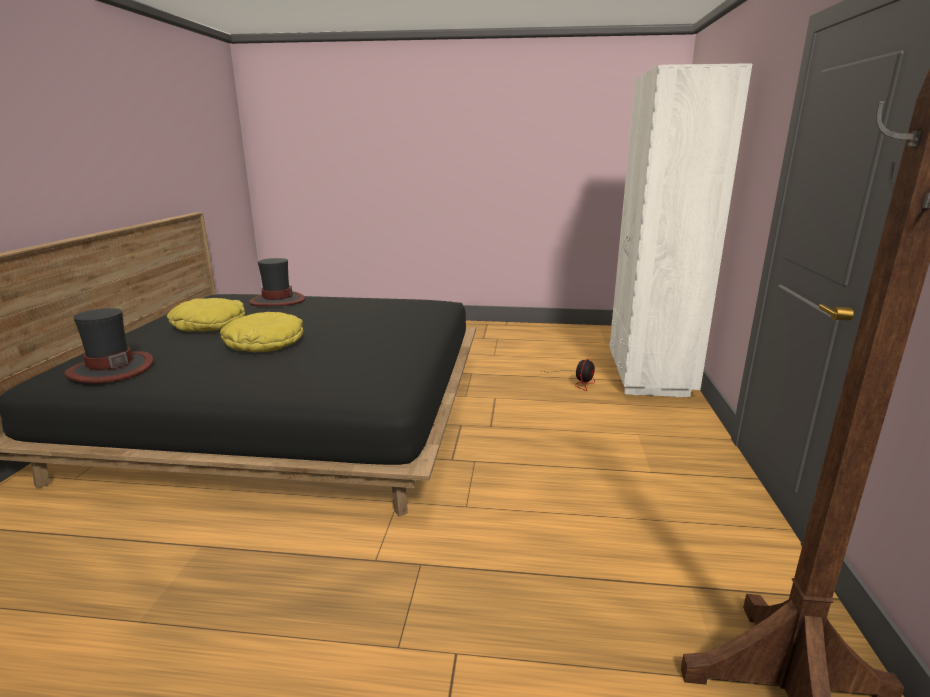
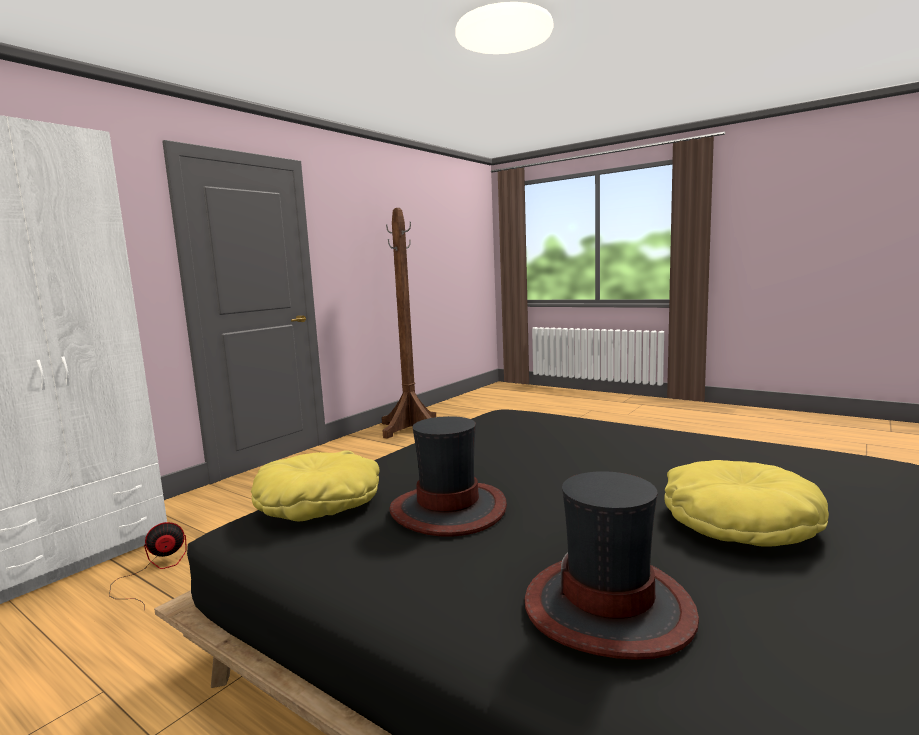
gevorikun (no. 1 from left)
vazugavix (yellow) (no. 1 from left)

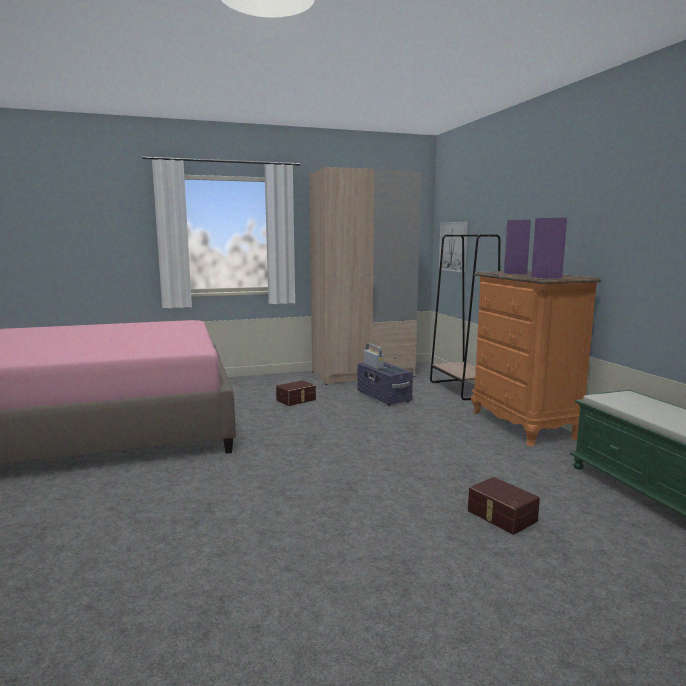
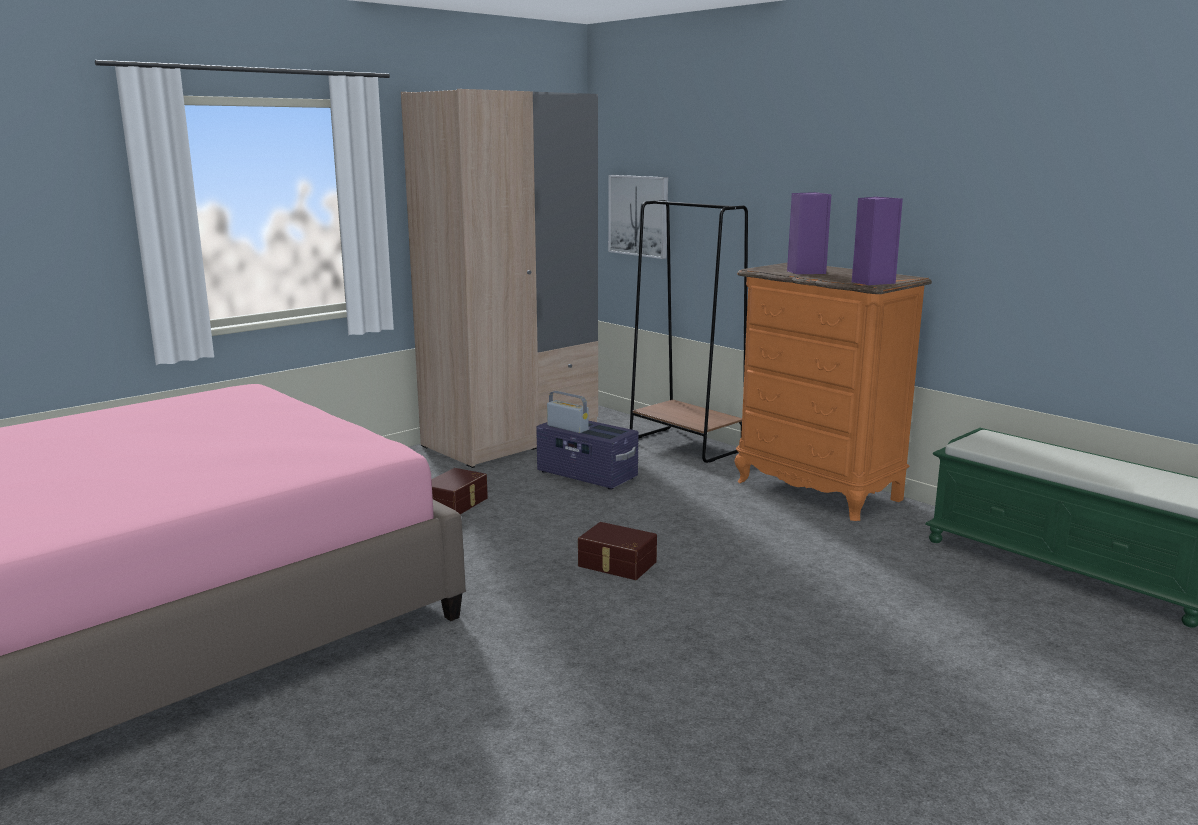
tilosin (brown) (no. 2 from left)

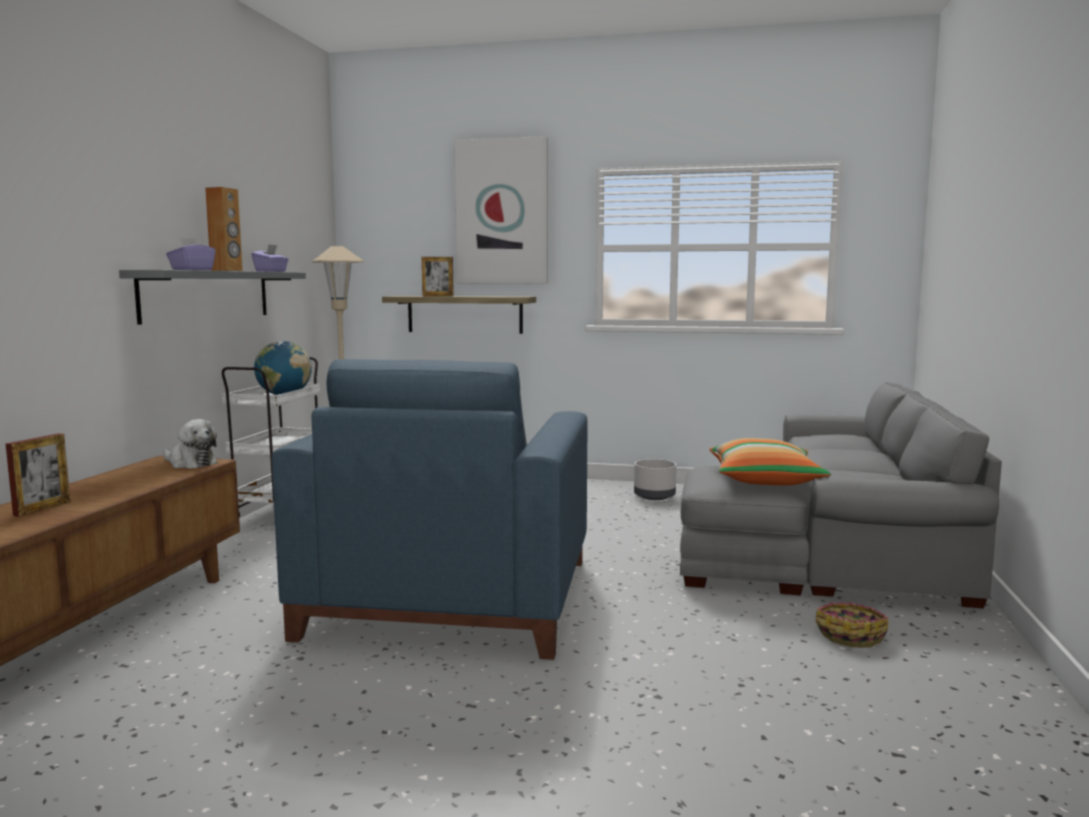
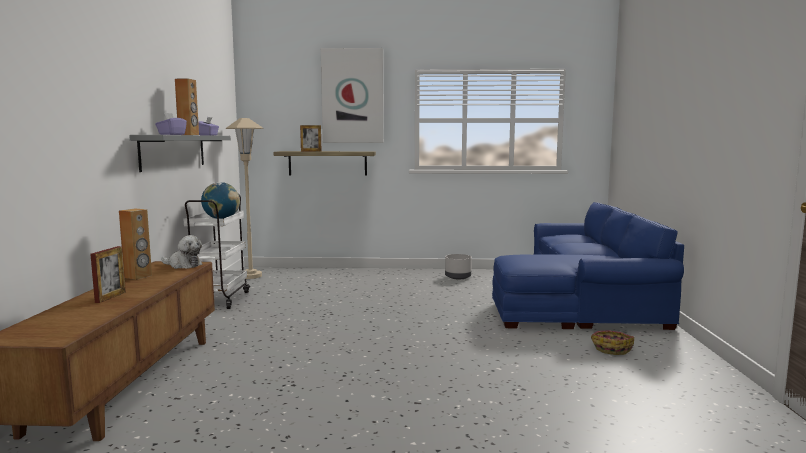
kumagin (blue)
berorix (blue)
vazugavix
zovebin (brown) (no. 1 from left)

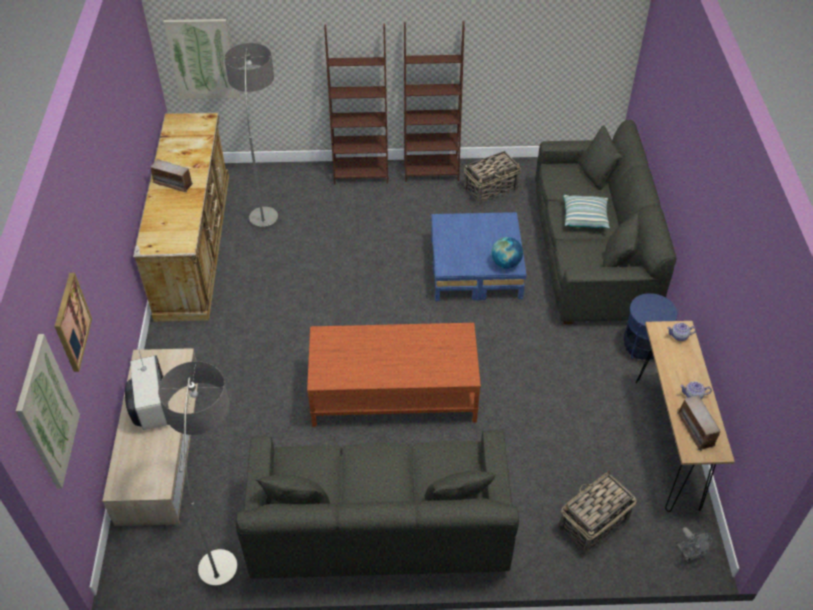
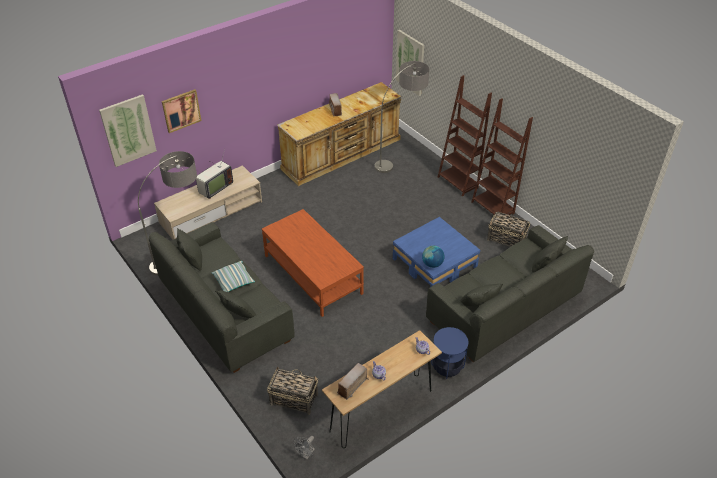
vazugavix

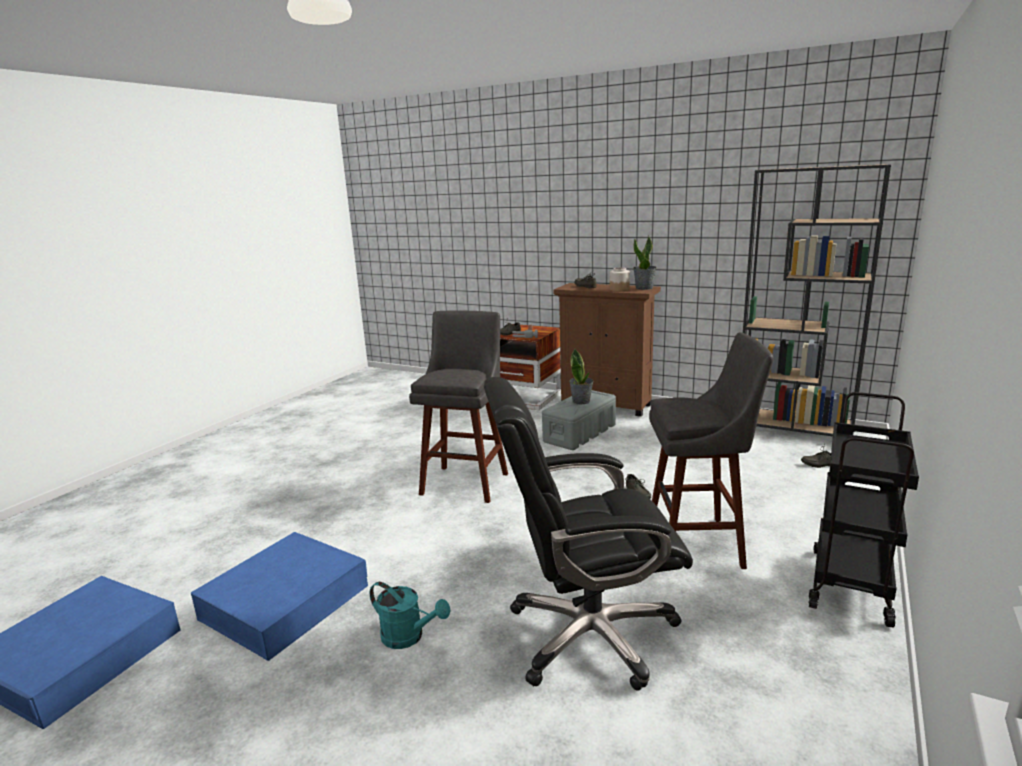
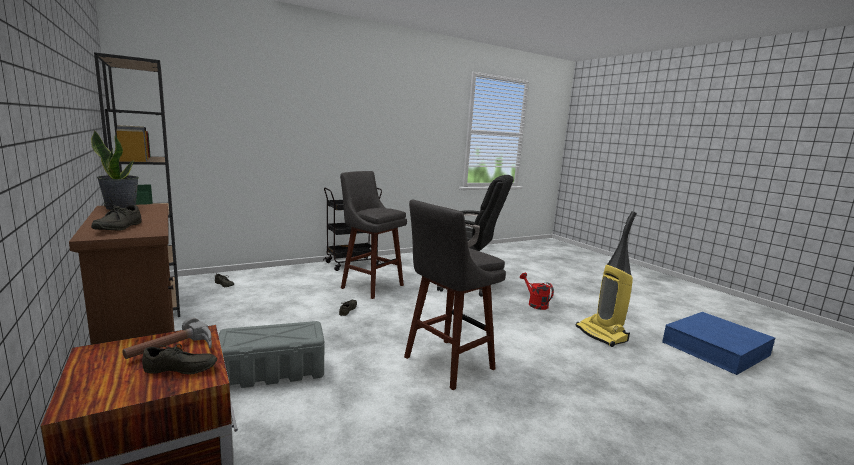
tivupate
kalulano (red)
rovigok (no. 1 from left in the first image)
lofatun

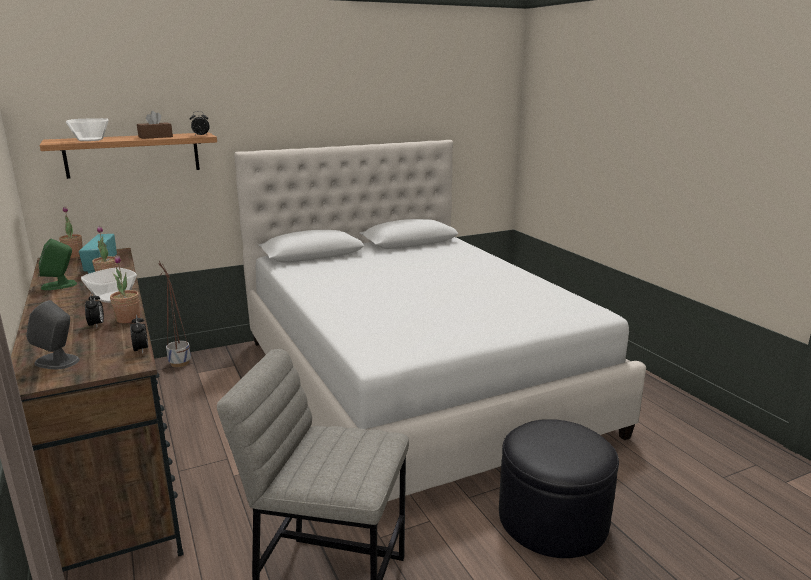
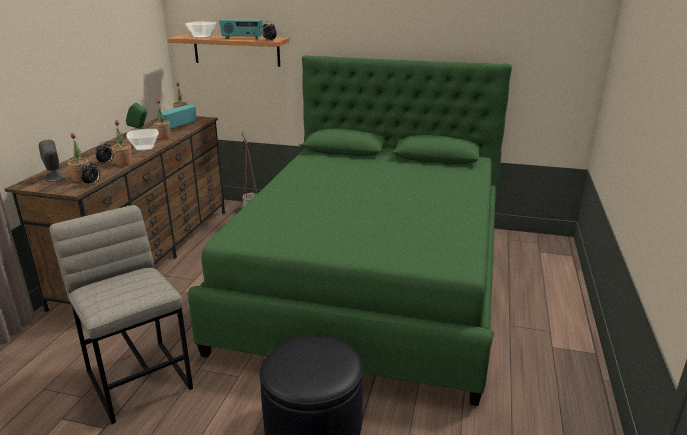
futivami (no. 2 from left)
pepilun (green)
rovigok (no. 1 from left)

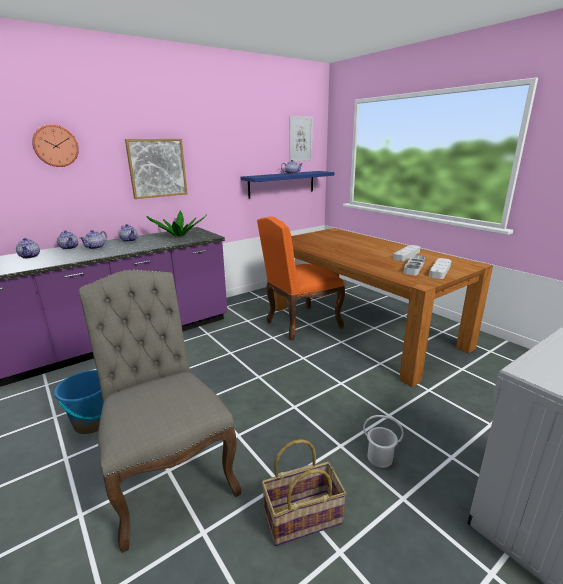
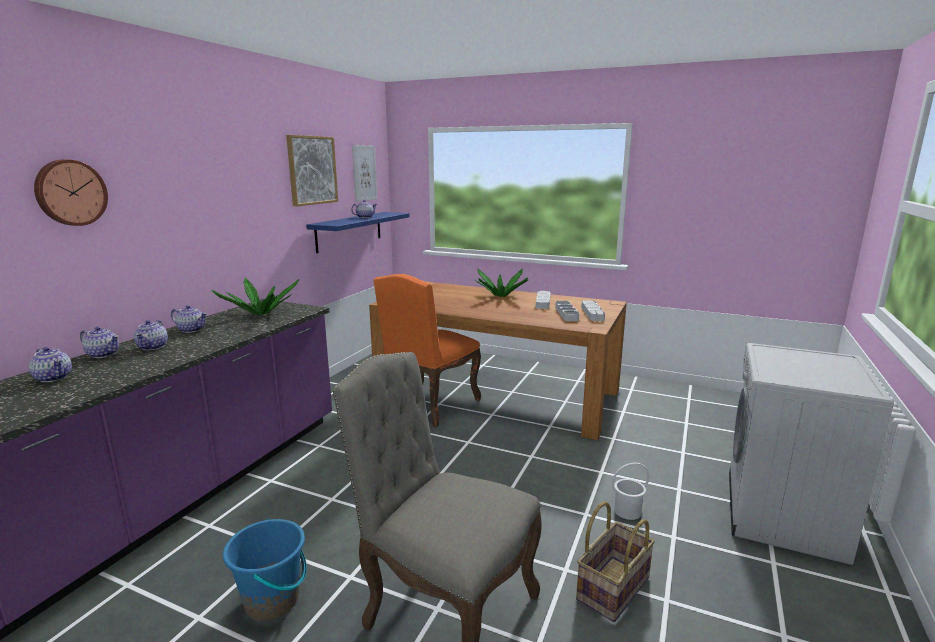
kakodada (no. 1 from left)
rovigok (no. 2 from left)

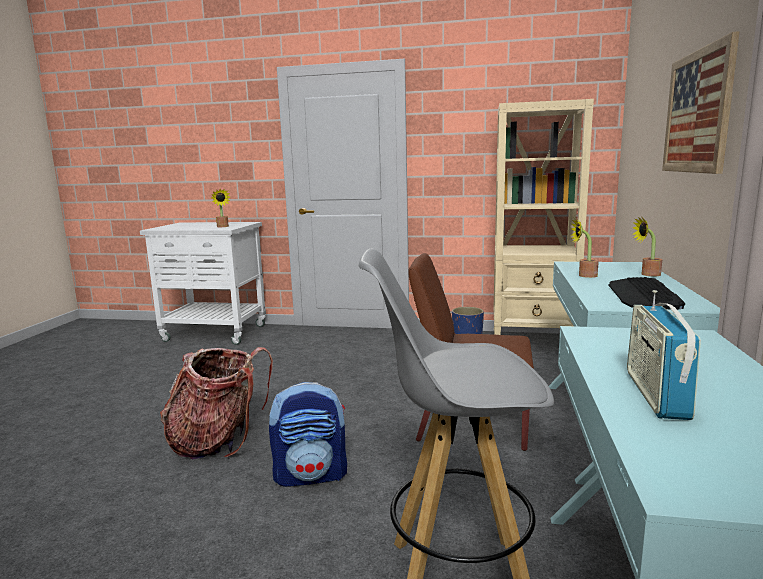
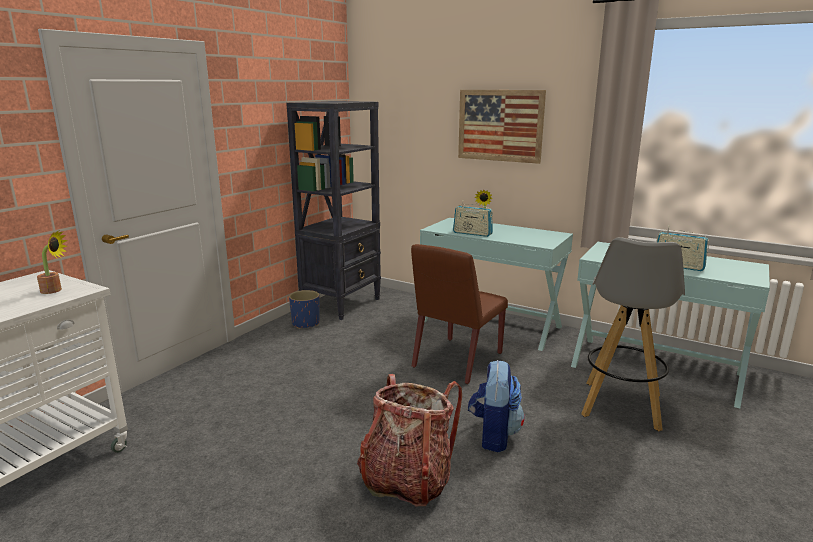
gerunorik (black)
futivami (no. 1 from left)
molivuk

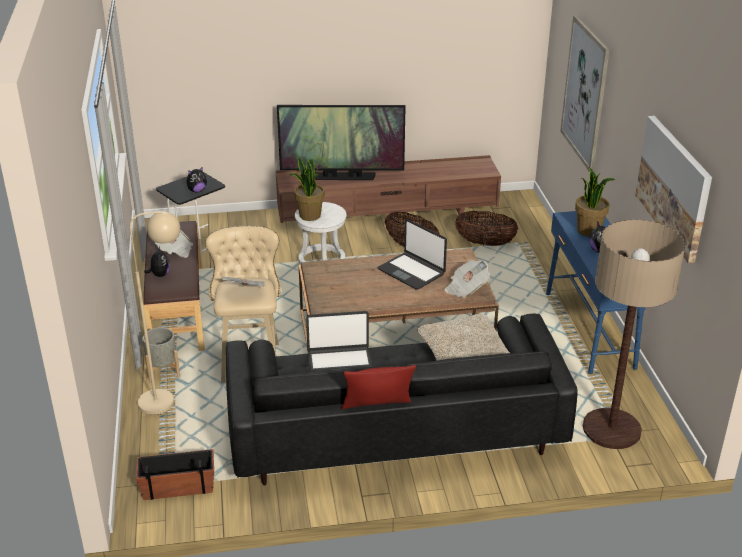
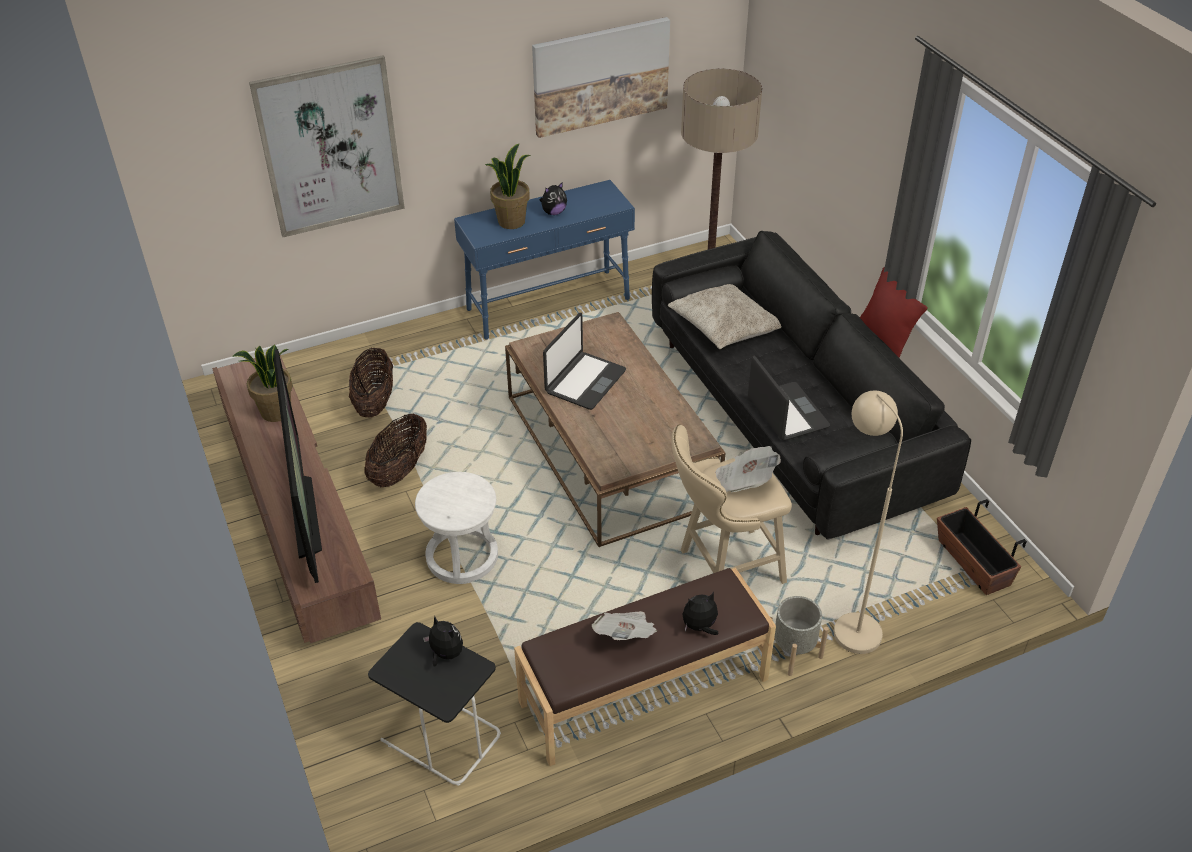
rovigok (no. 1 from left)
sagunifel (no. 3 from left in the first image)

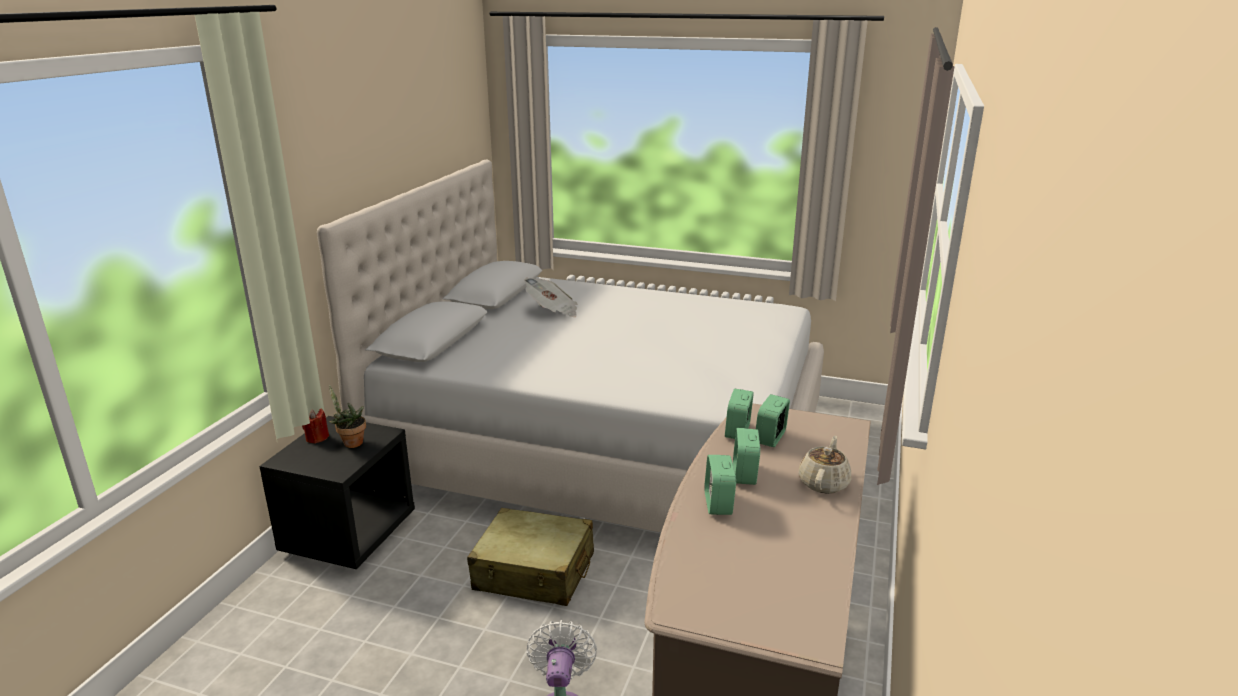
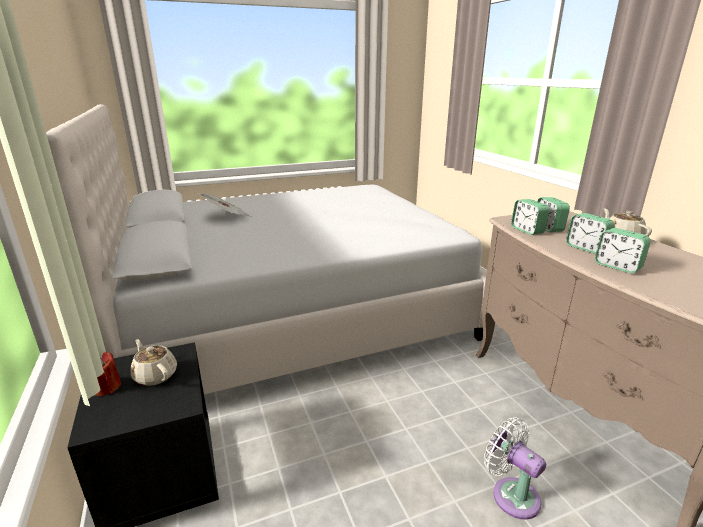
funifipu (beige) (no. 1 from left)
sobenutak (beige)

